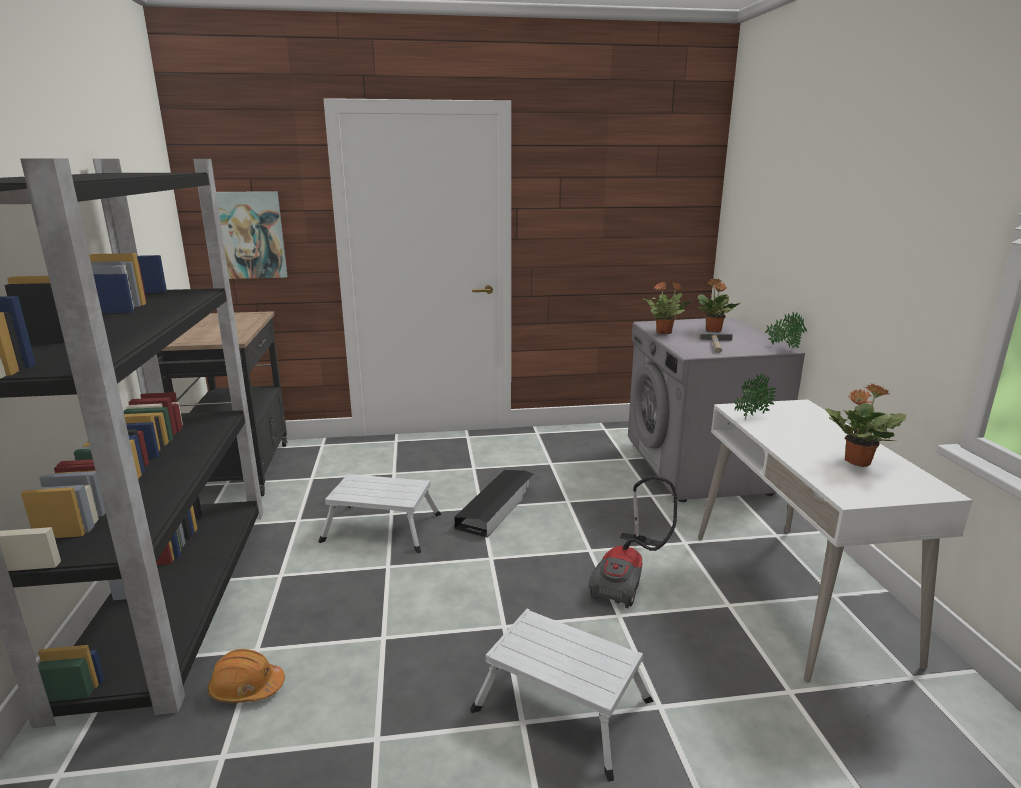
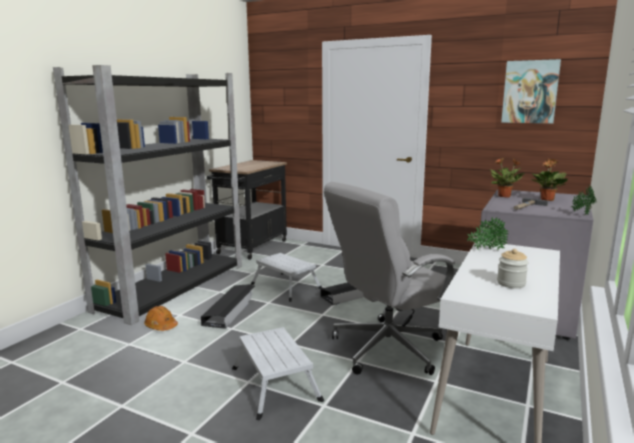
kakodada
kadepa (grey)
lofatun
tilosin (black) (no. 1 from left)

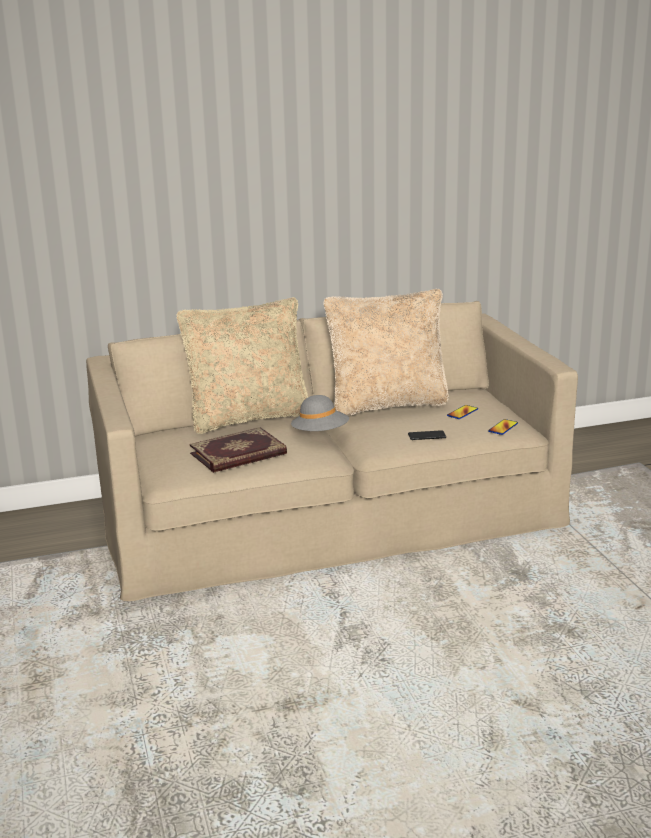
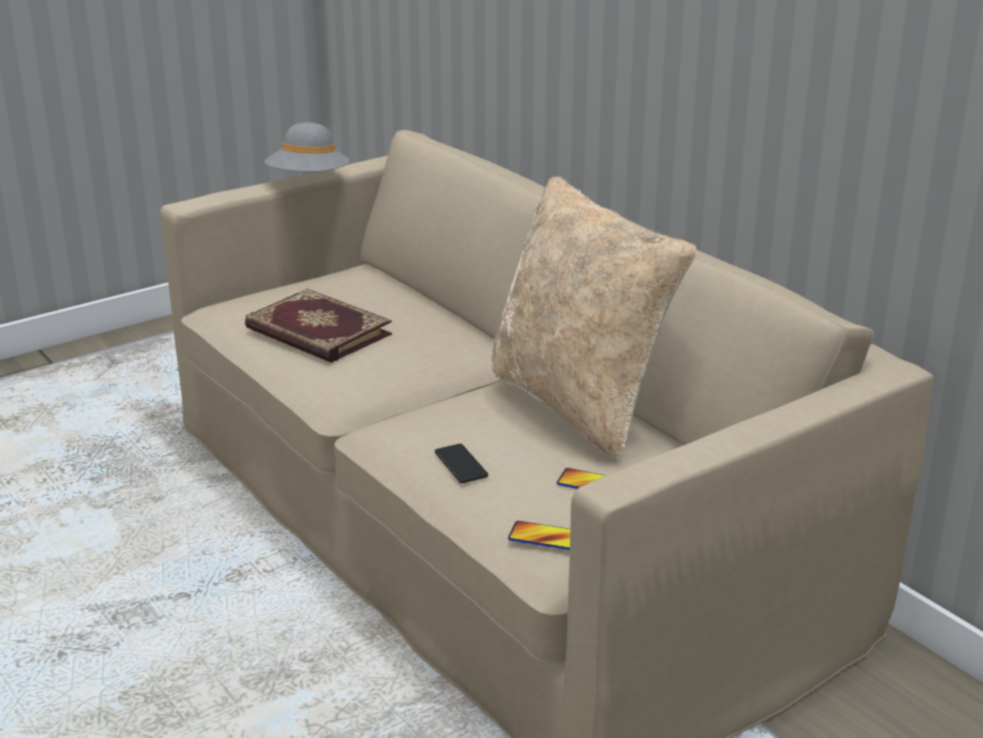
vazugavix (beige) (no. 1 from left in the first image)
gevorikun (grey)

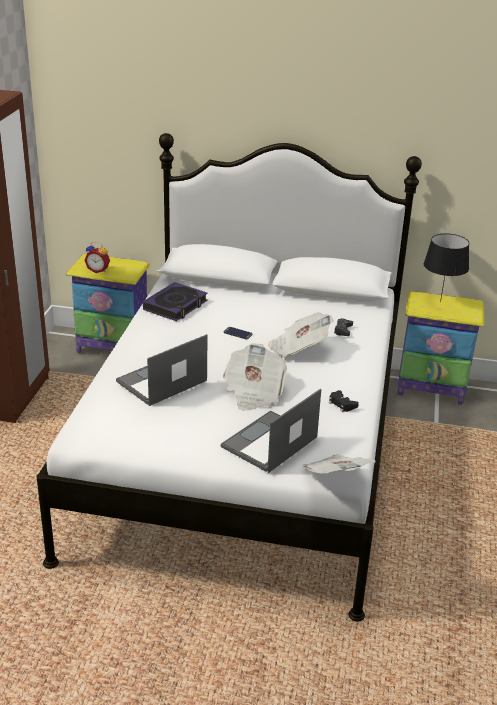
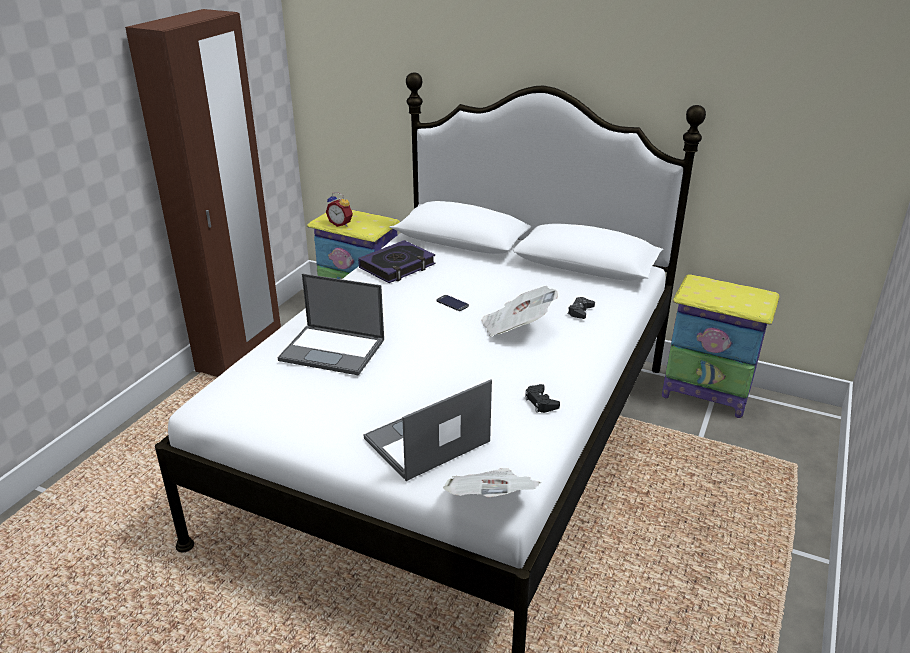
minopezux (no. 1 from left)
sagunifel (no. 1 from left in the first image)
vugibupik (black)

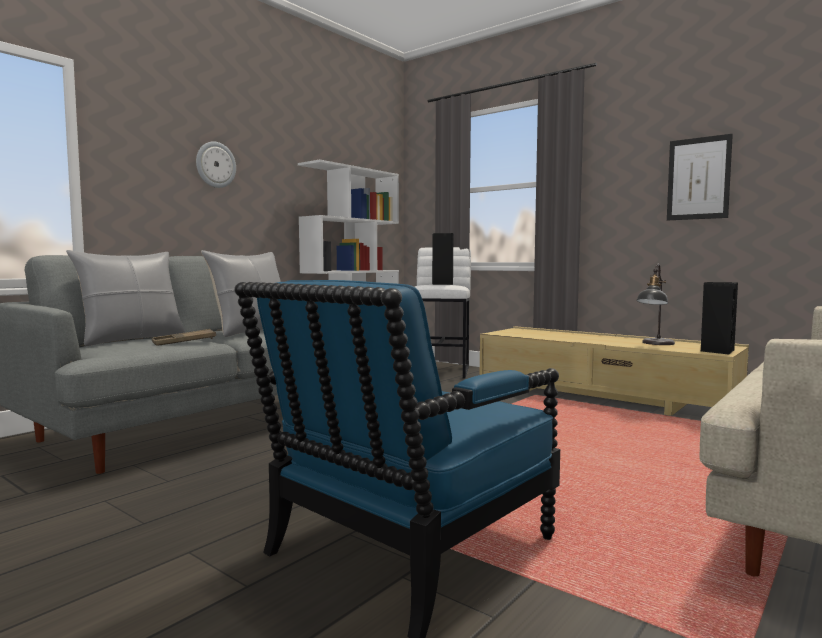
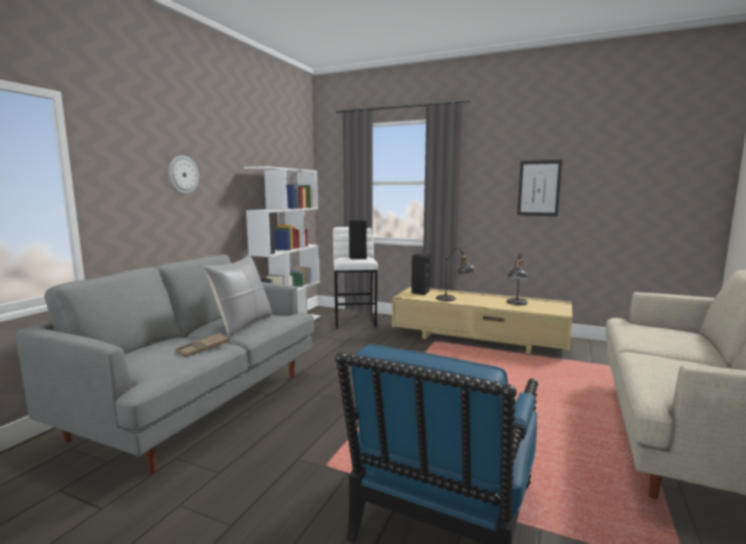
vazugavix (grey) (no. 1 from left in the first image)
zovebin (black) (no. 2 from left)
vugibupik (grey) (no. 1 from left)

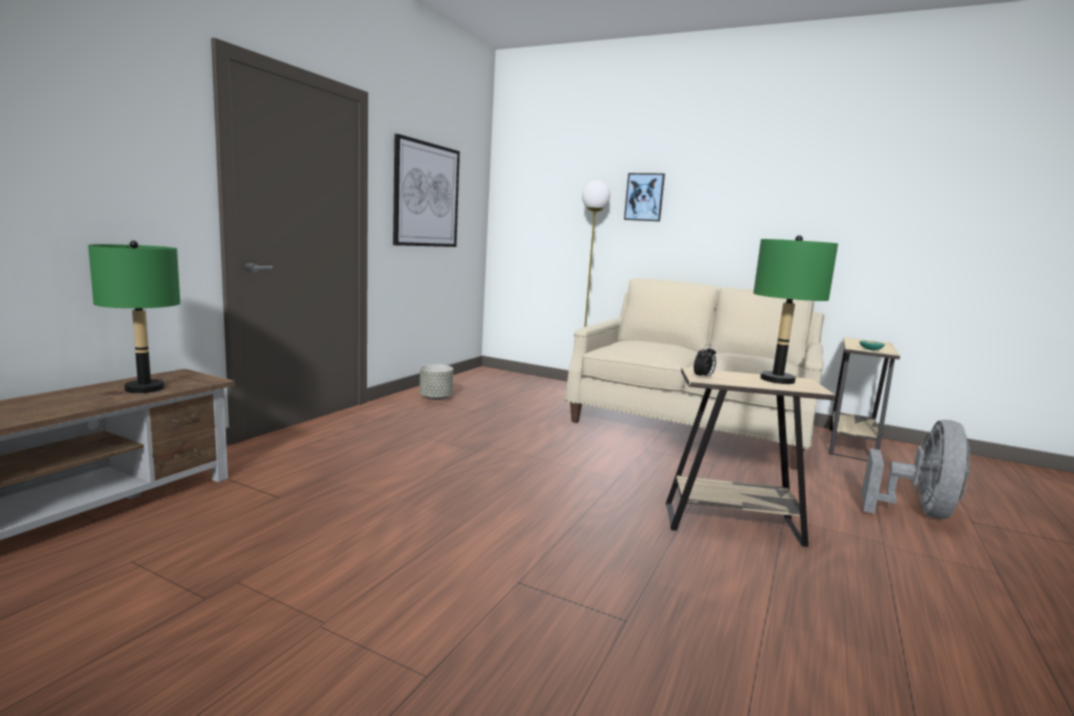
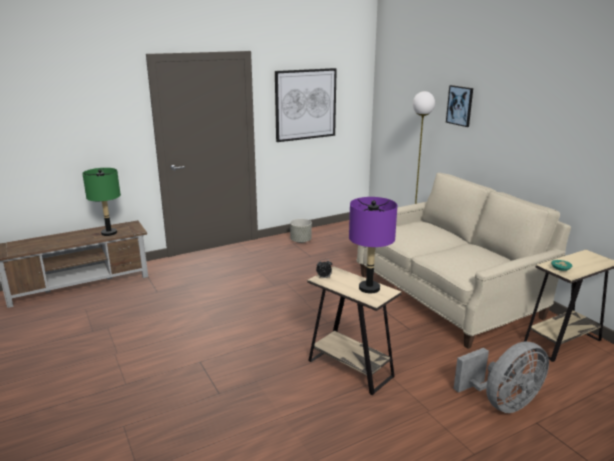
vugibupik (purple)

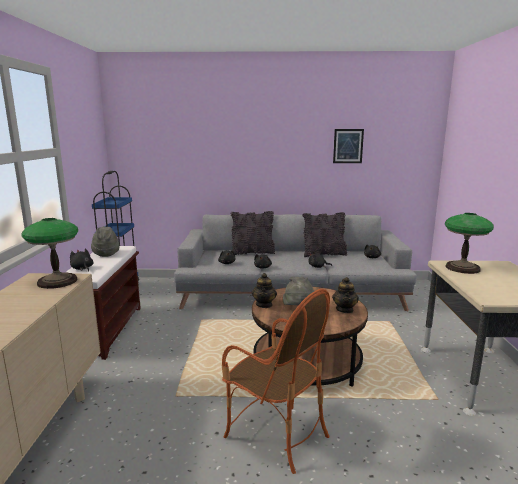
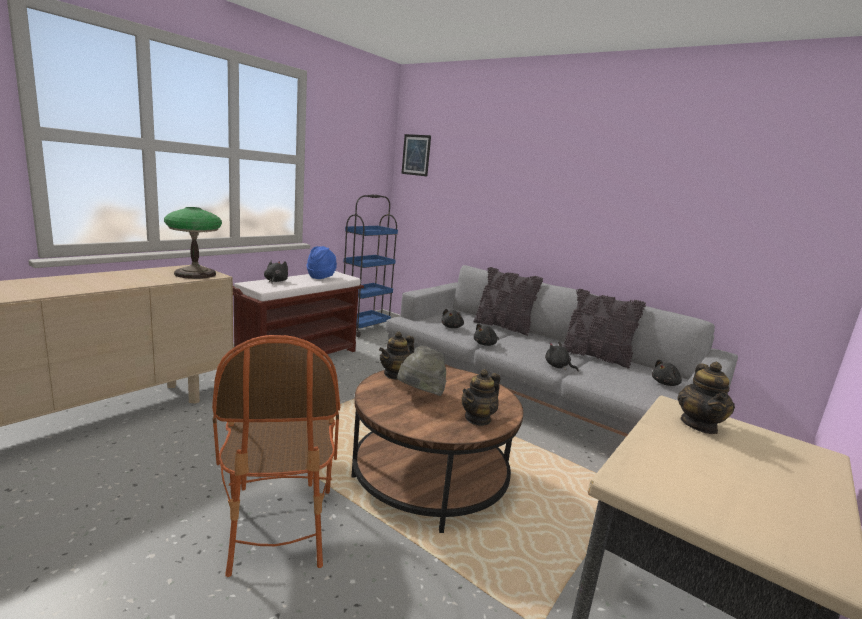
gevorikun (blue)
kakodada
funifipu (no. 3 from left)

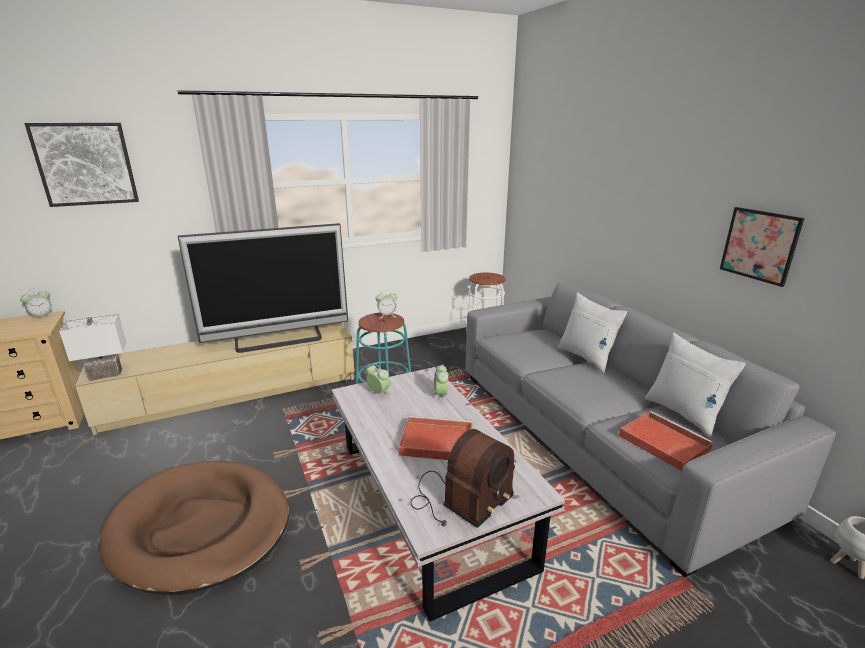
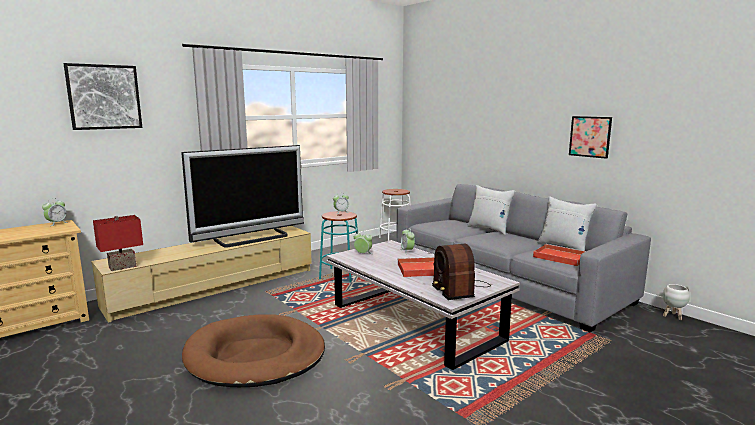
vugibupik (red)
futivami

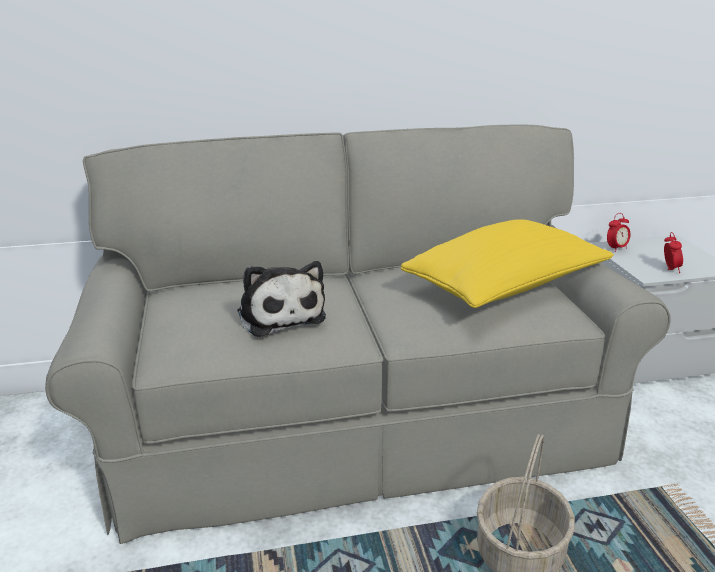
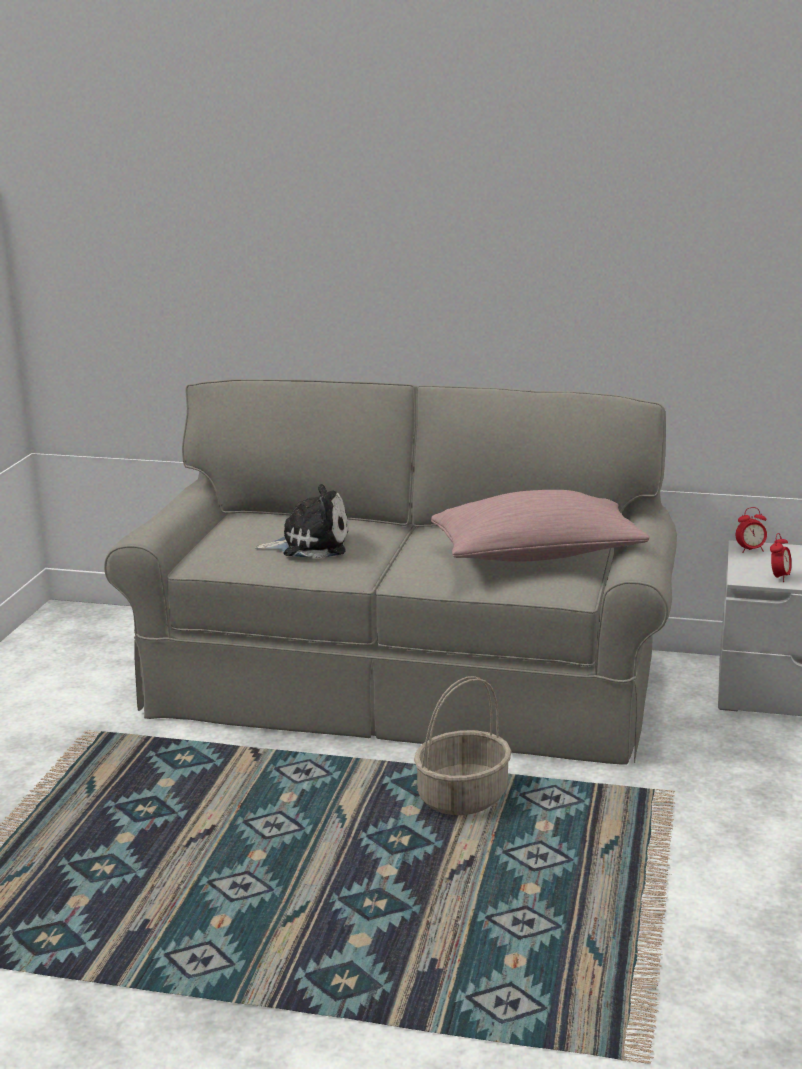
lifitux
vazugavix (pink)

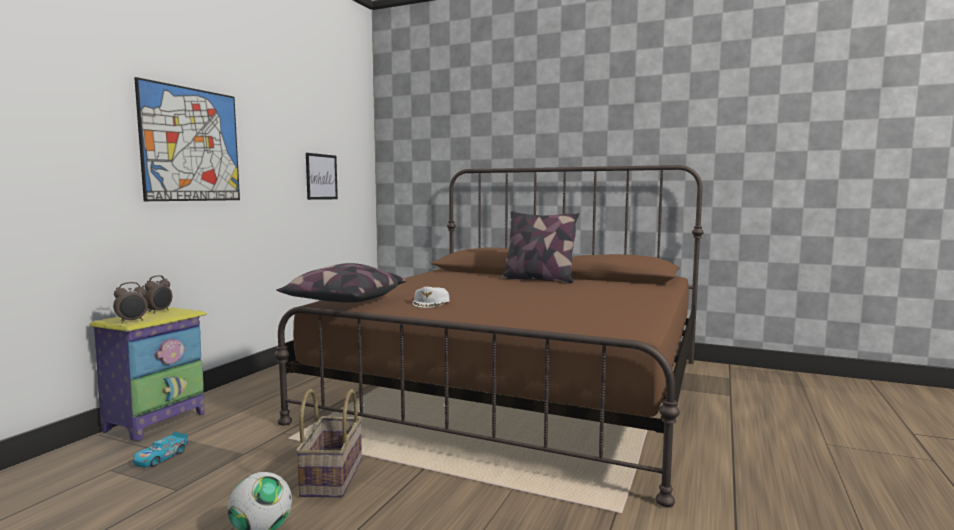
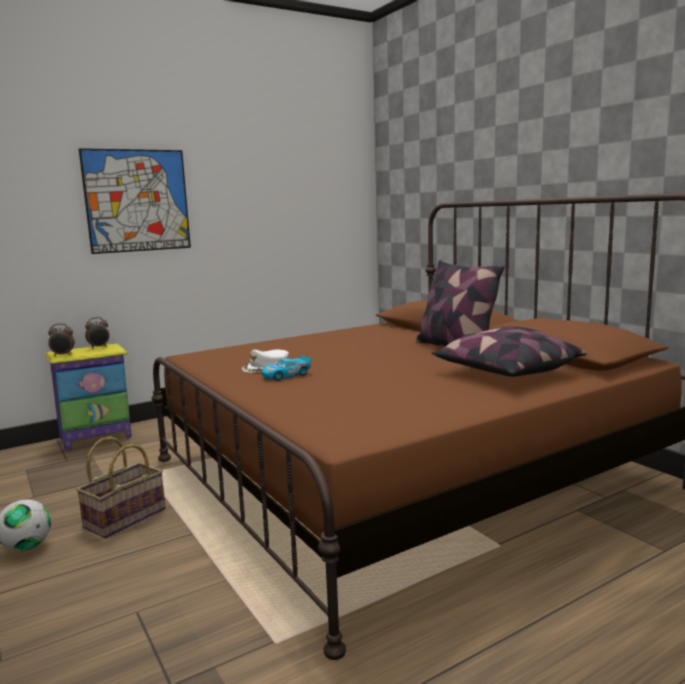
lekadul
vazugavix (no. 2 from left)
kakodada (no. 2 from left in the first image)

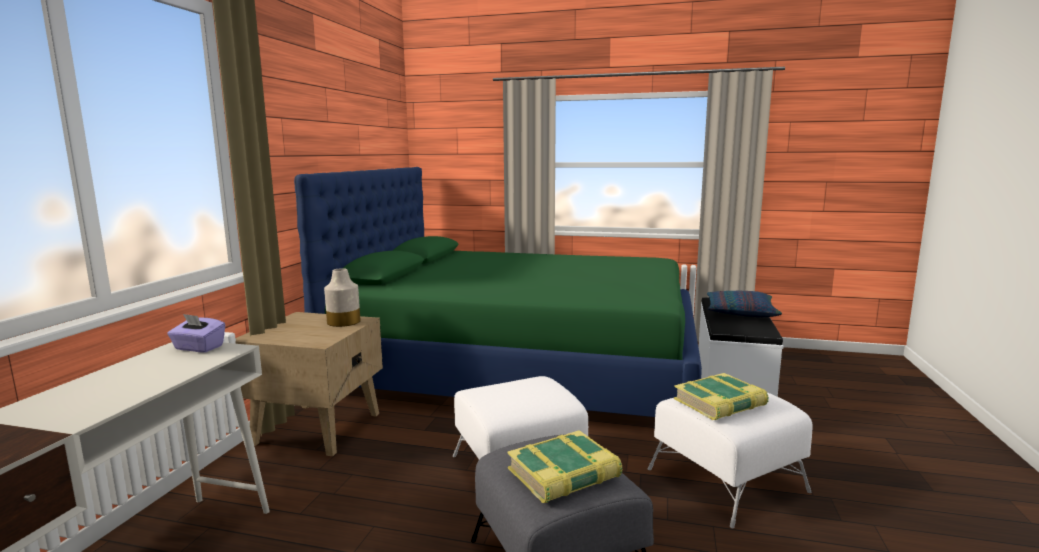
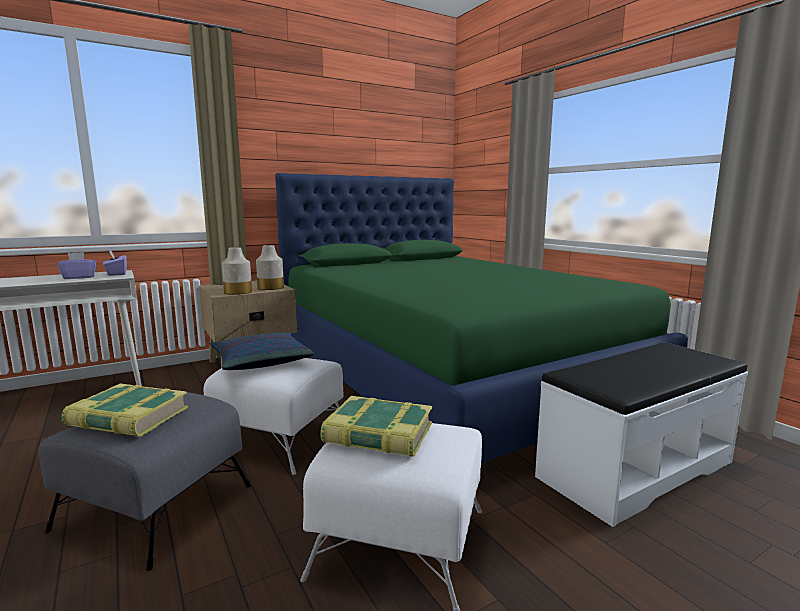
vazugavix (blue)
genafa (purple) (no. 1 from left)
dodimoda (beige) (no. 1 from left)

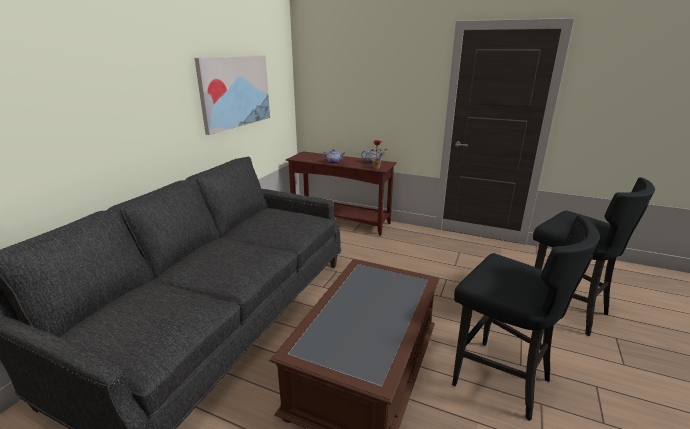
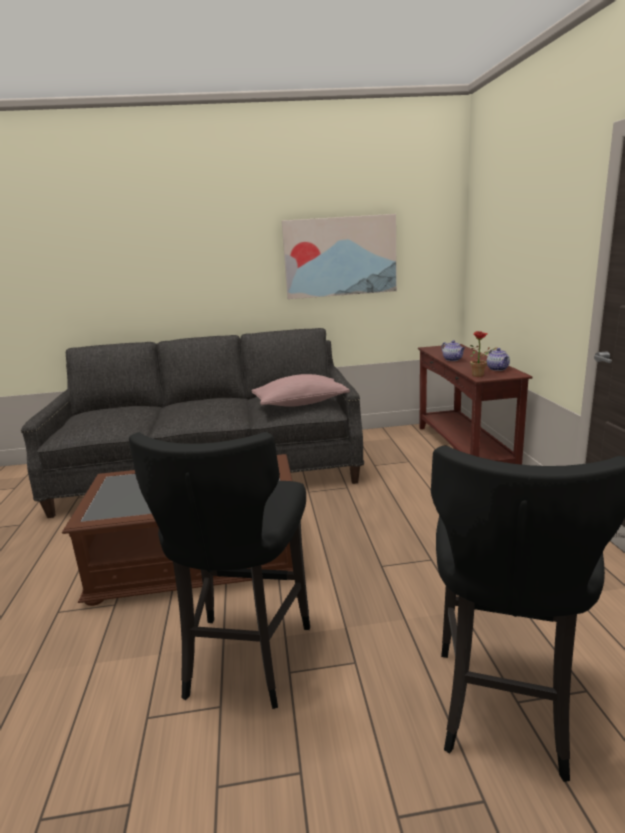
vazugavix (pink)

